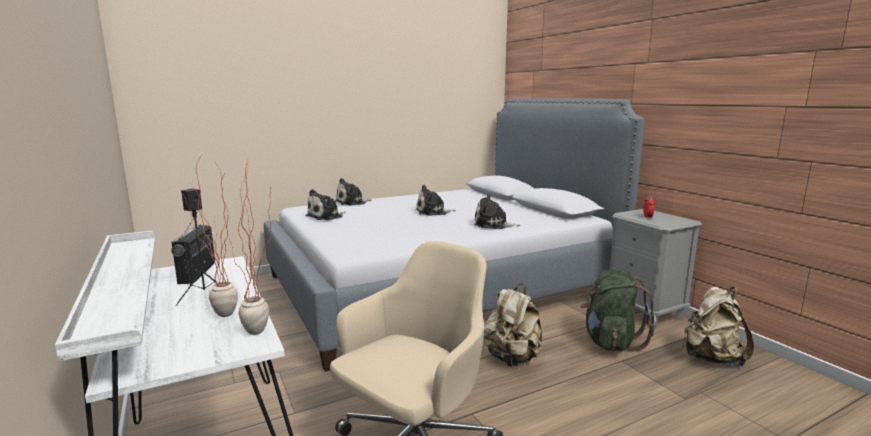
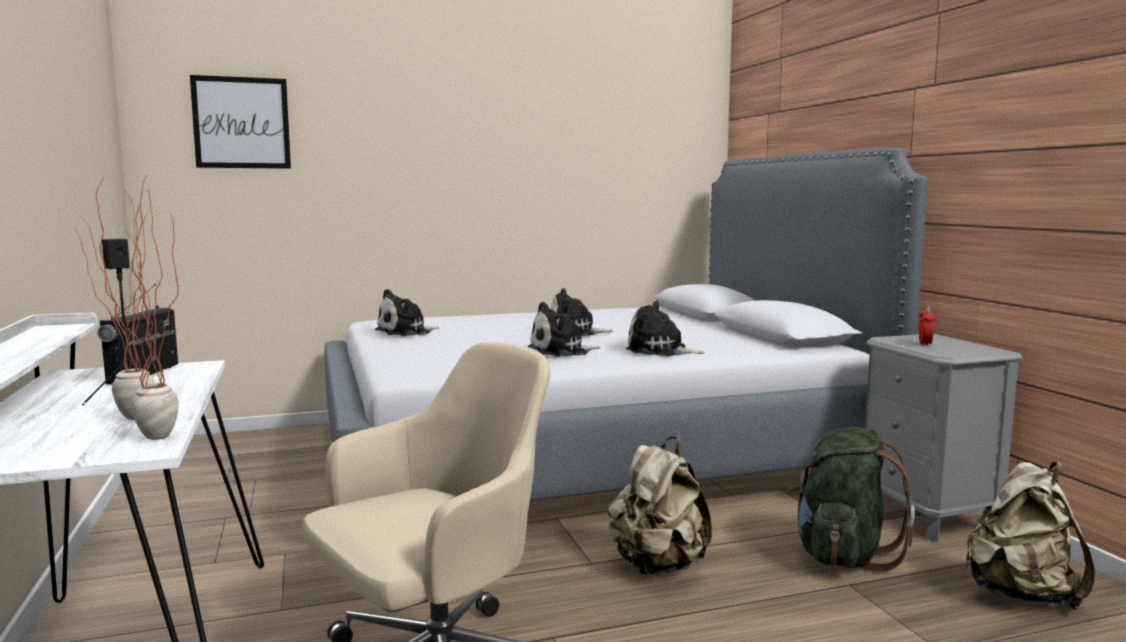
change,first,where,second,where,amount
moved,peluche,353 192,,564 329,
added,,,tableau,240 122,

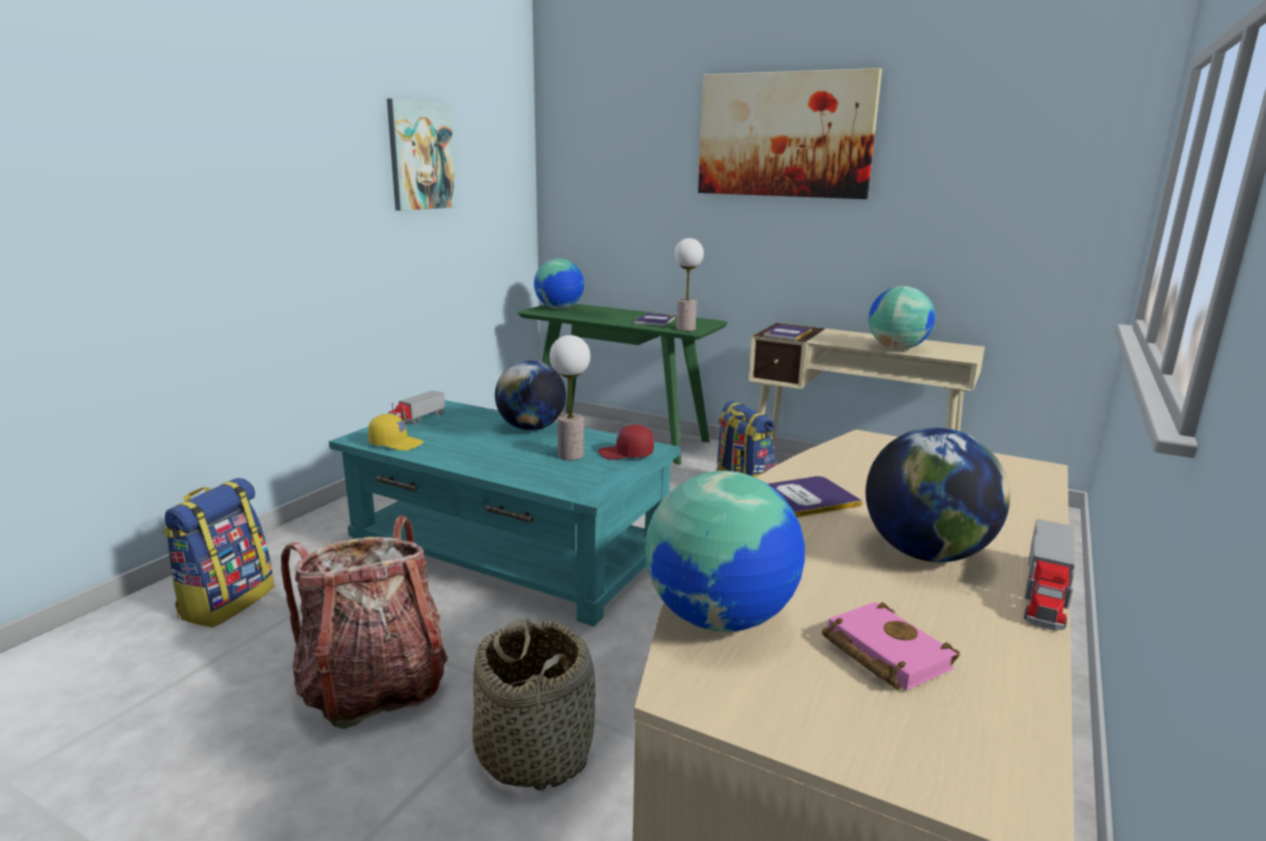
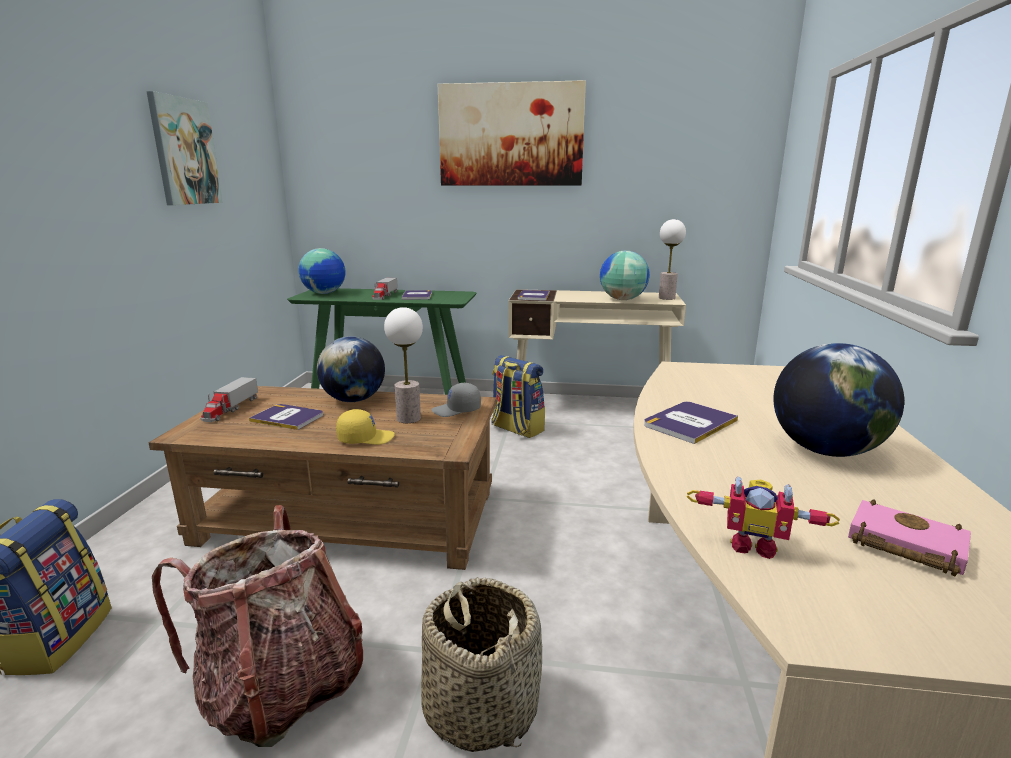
change,first,where,second,where,amount
recoloured,table basse/turquoise,505 513,table basse/marron,323 478,
moved,casquette/jaune,396 432,,365 427,
recoloured,casquette/rouge,626 442,casquette/gris,456 400,
replaced,globe,725 551,robot jouet,763 517,
moved,lampe de table,689 284,,672 259,
moved,camion jouet,1049 575,,385 289,
added,,,livre,286 417,

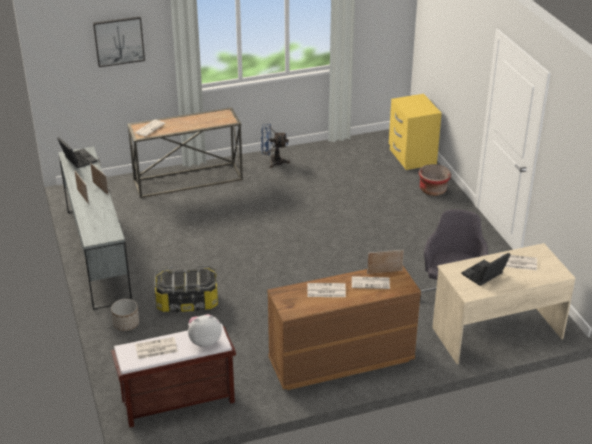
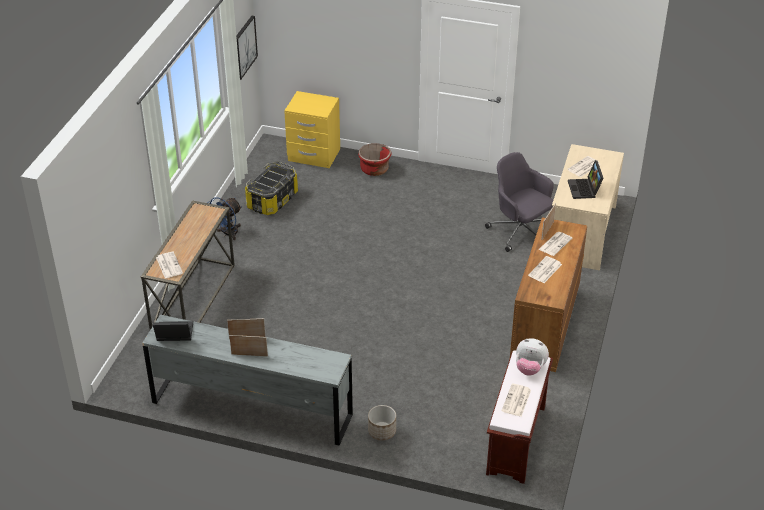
change,first,where,second,where,amount
moved,tableau,119 41,,247 48,
moved,boîte de rangement,186 288,,271 188,
turned,peluche,205 330,,532 357,90 degrees counterclockwise

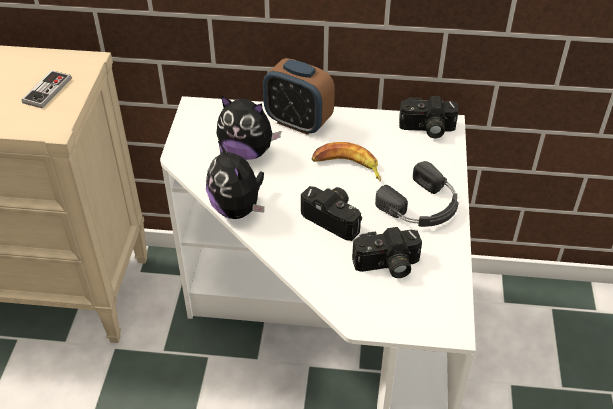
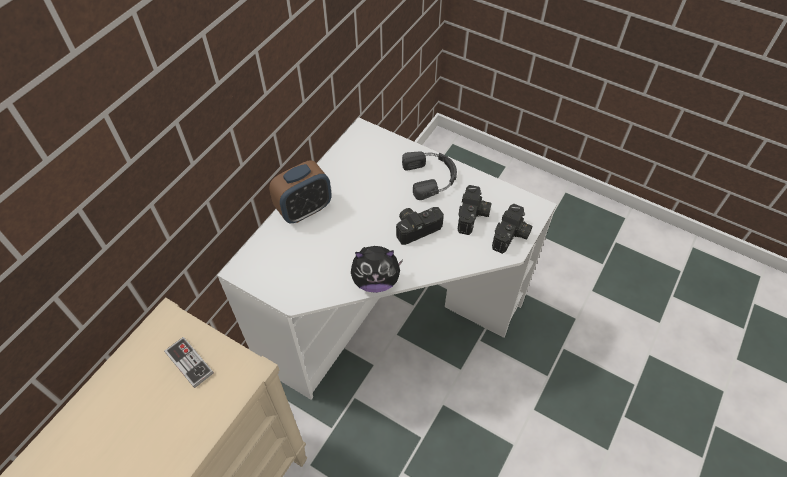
change,first,where,second,where,amount
removed,peluche,248 127,,,
removed,banane,346 161,,,
moved,appareil photo,428 117,,512 228,

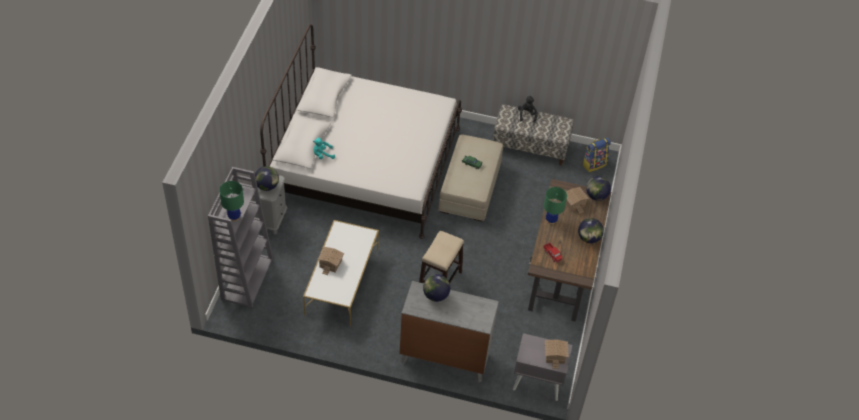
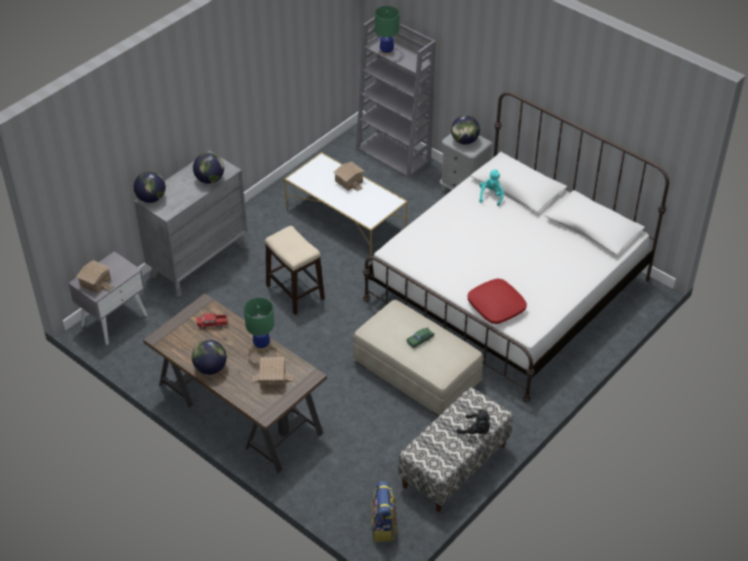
change,first,where,second,where,amount
moved,globe,598 188,,150 187,
added,,,coussin/rouge,497 301,

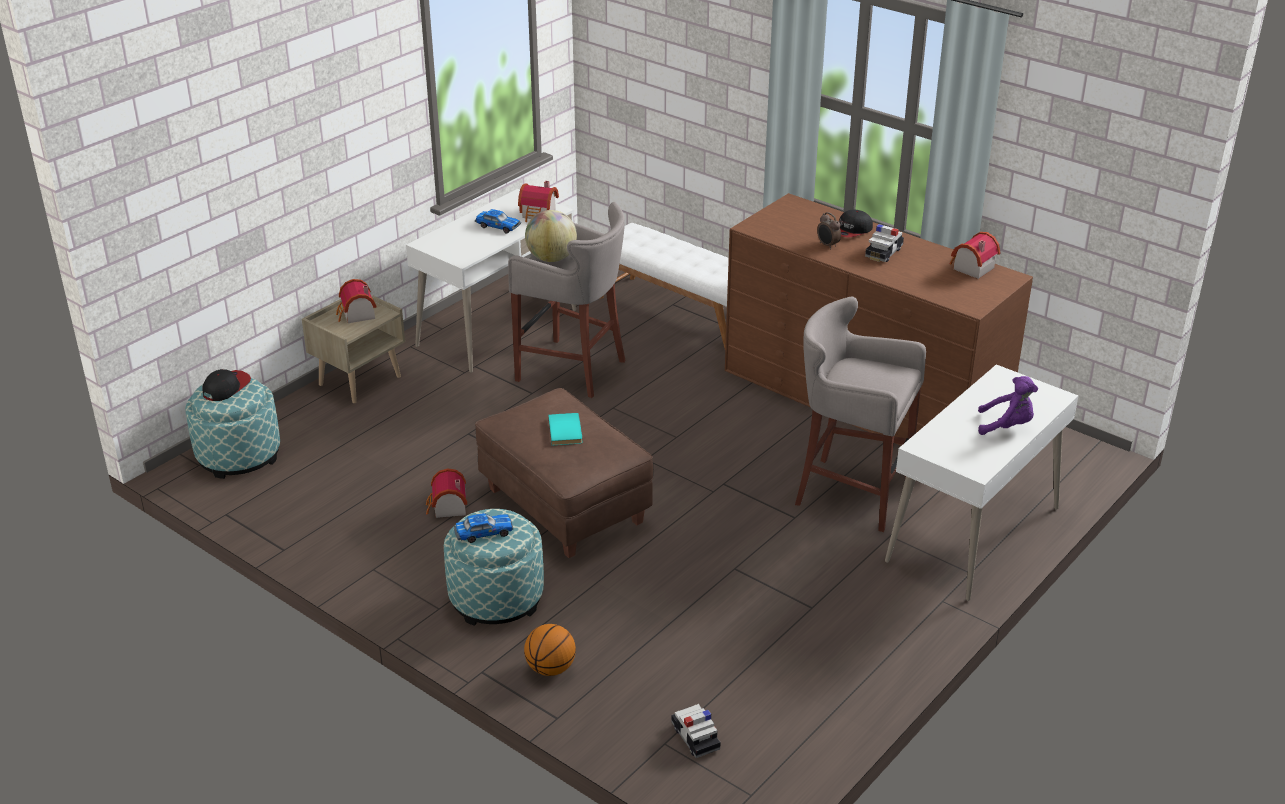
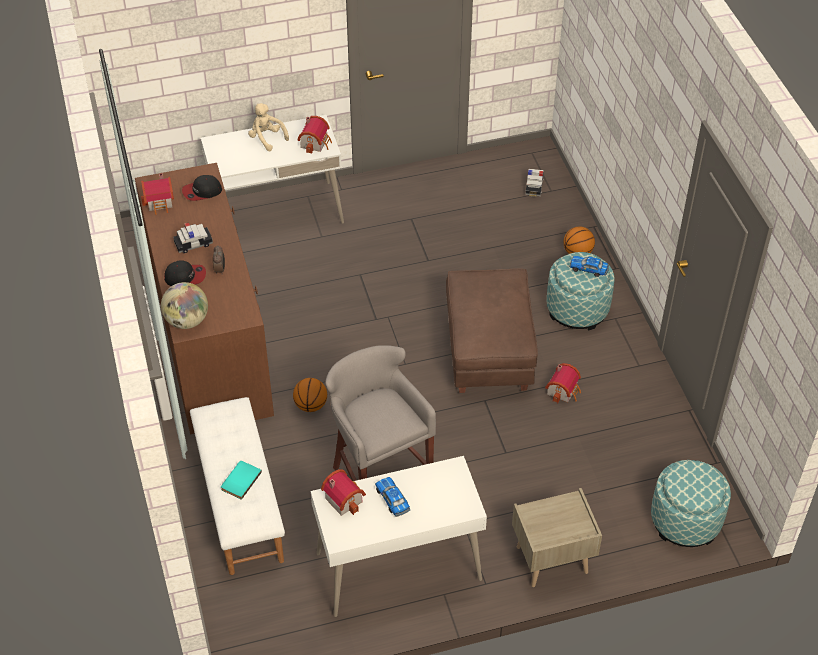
change,first,where,second,where,amount
moved,casquette,226 385,,202 188,
moved,maison miniature,356 301,,314 135,
moved,globe,551 236,,184 305,
moved,livre/turquoise,565 429,,241 480,
removed,tabouret/gris,860 414,,,
recoloured,peluche/violet,1008 405,peluche/beige,268 127,
added,,,ballon de basket,310 395,

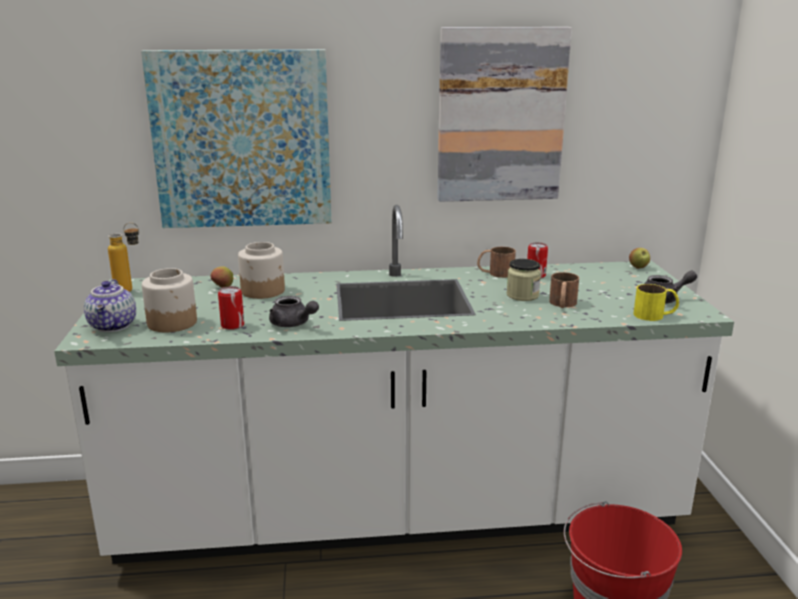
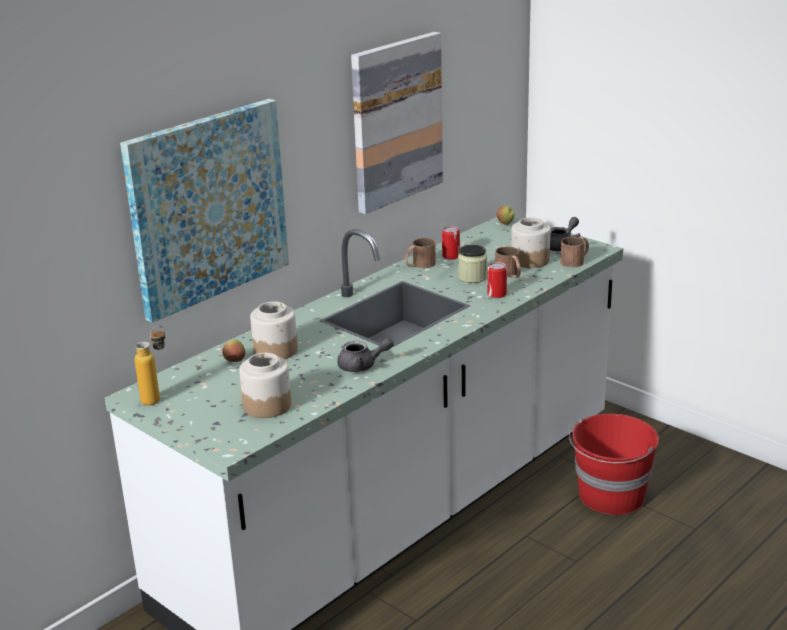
change,first,where,second,where,amount
removed,théière,110 305,,,
moved,boîte métallique,231 308,,497 280,
recoloured,mug/jaune,656 302,mug/marron,574 252,
added,,,bocal,530 242,

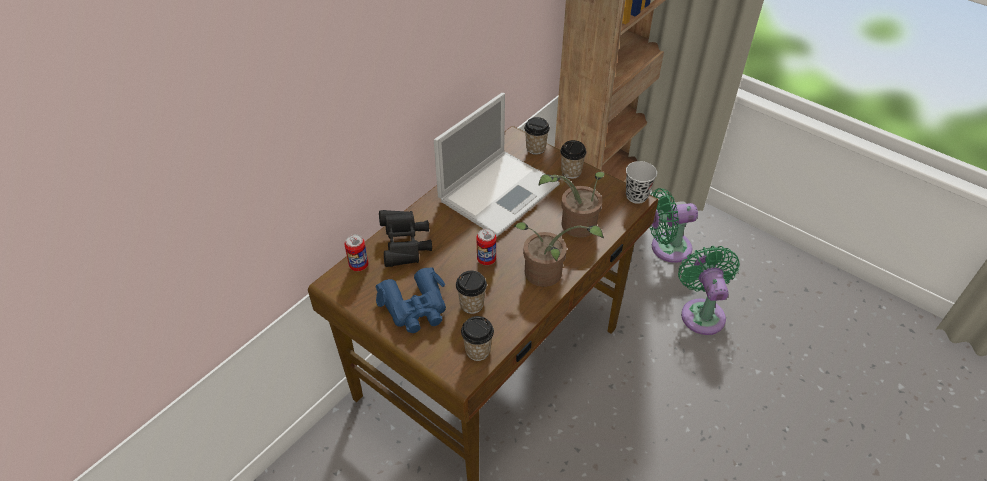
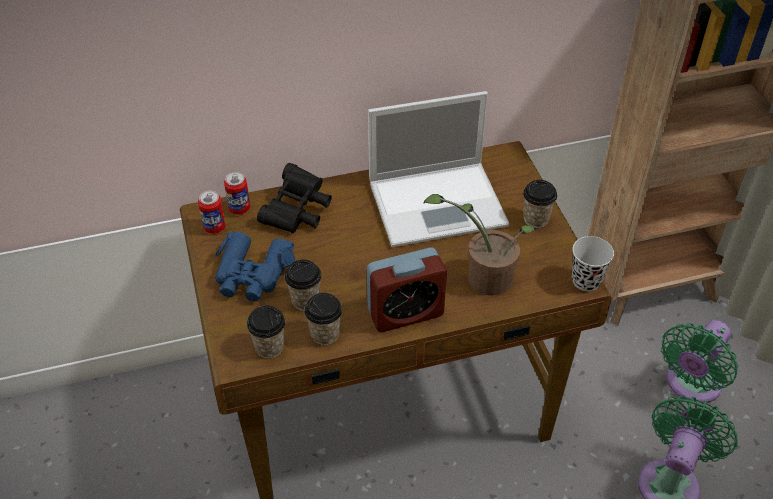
change,first,where,second,where,amount
moved,boîte métallique,486 246,,212 212,
replaced,plante en pot,559 254,réveil,407 290,
moved,tasse,537 136,,323 319,
turned,ventilateur/vert,673 225,,699 362,75 degrees counterclockwise

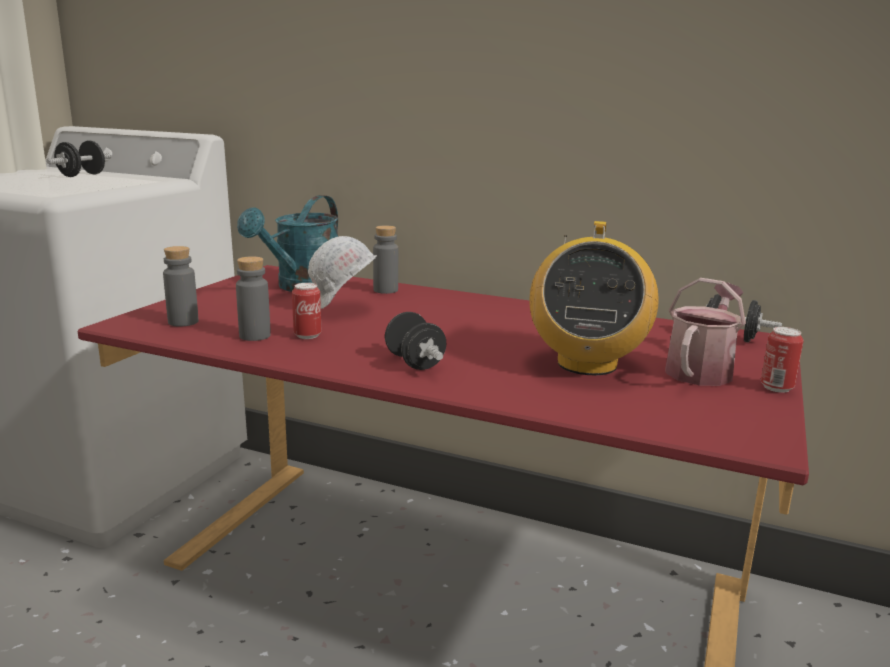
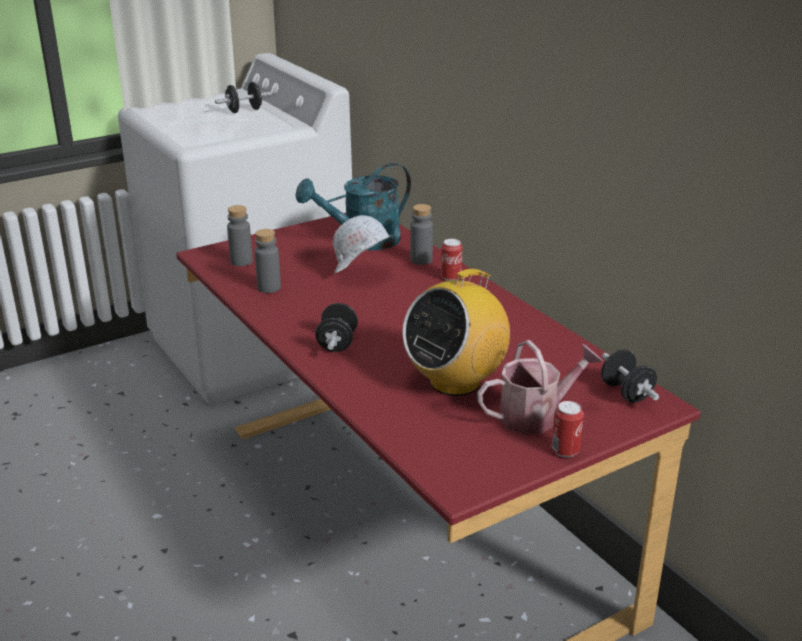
change,first,where,second,where,amount
moved,boîte métallique,306 311,,451 260,

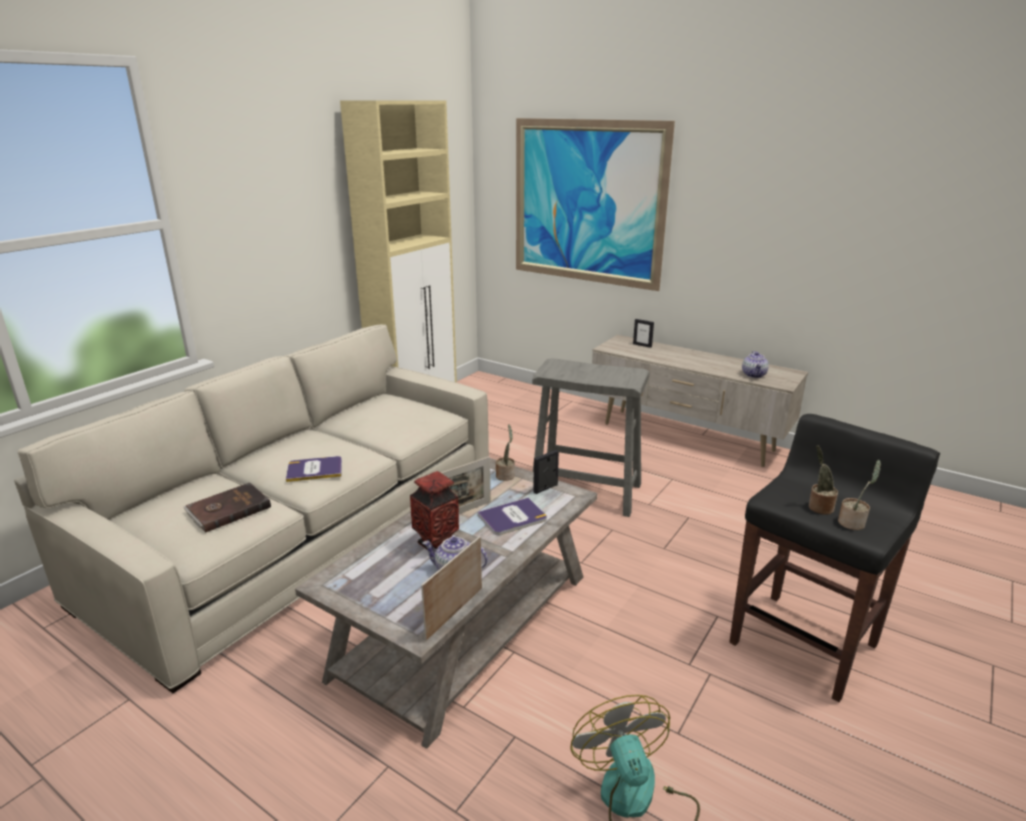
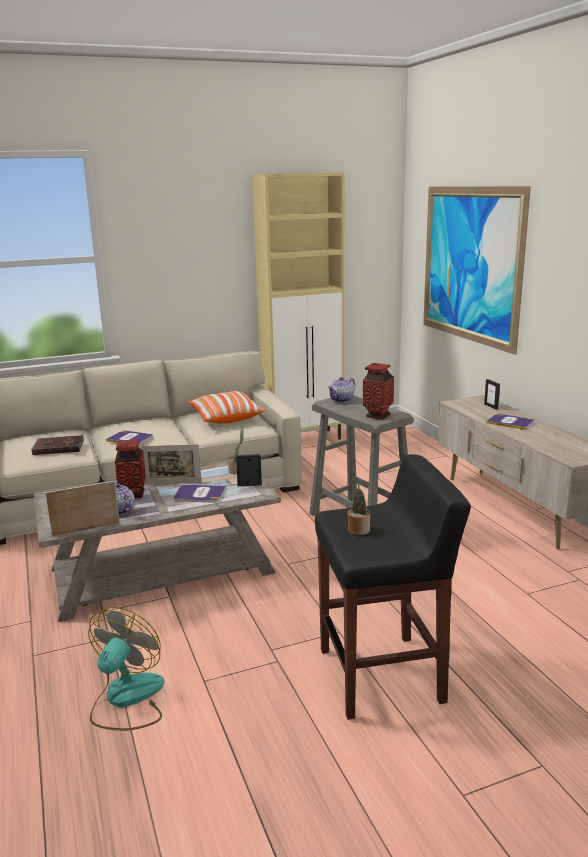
change,first,where,second,where,amount
moved,théière,755 364,,341 389,
removed,plante en pot,859 495,,,
added,,,coussin,226 407,
added,,,vase,378 391,
added,,,livre,510 422,

